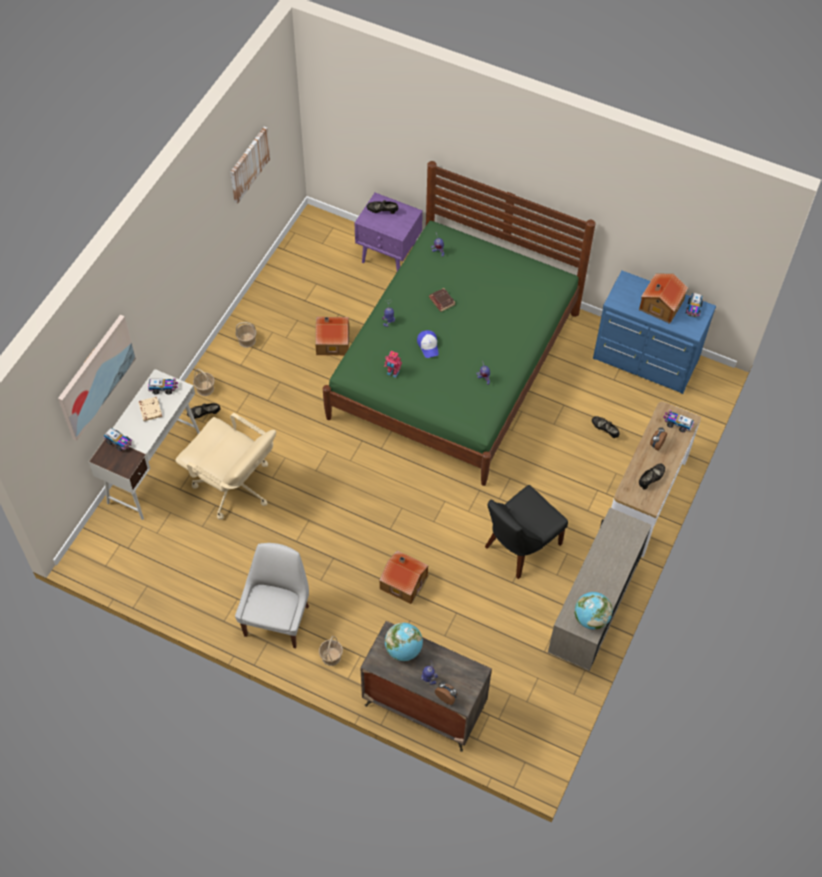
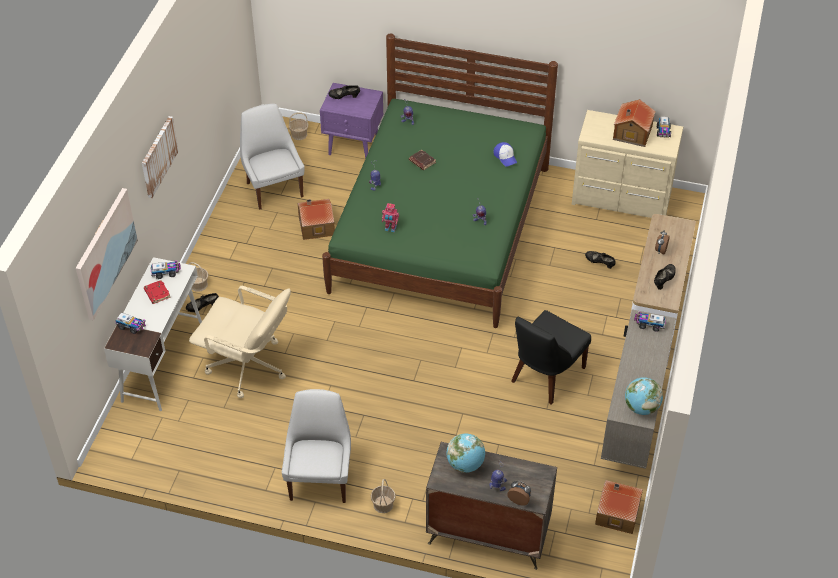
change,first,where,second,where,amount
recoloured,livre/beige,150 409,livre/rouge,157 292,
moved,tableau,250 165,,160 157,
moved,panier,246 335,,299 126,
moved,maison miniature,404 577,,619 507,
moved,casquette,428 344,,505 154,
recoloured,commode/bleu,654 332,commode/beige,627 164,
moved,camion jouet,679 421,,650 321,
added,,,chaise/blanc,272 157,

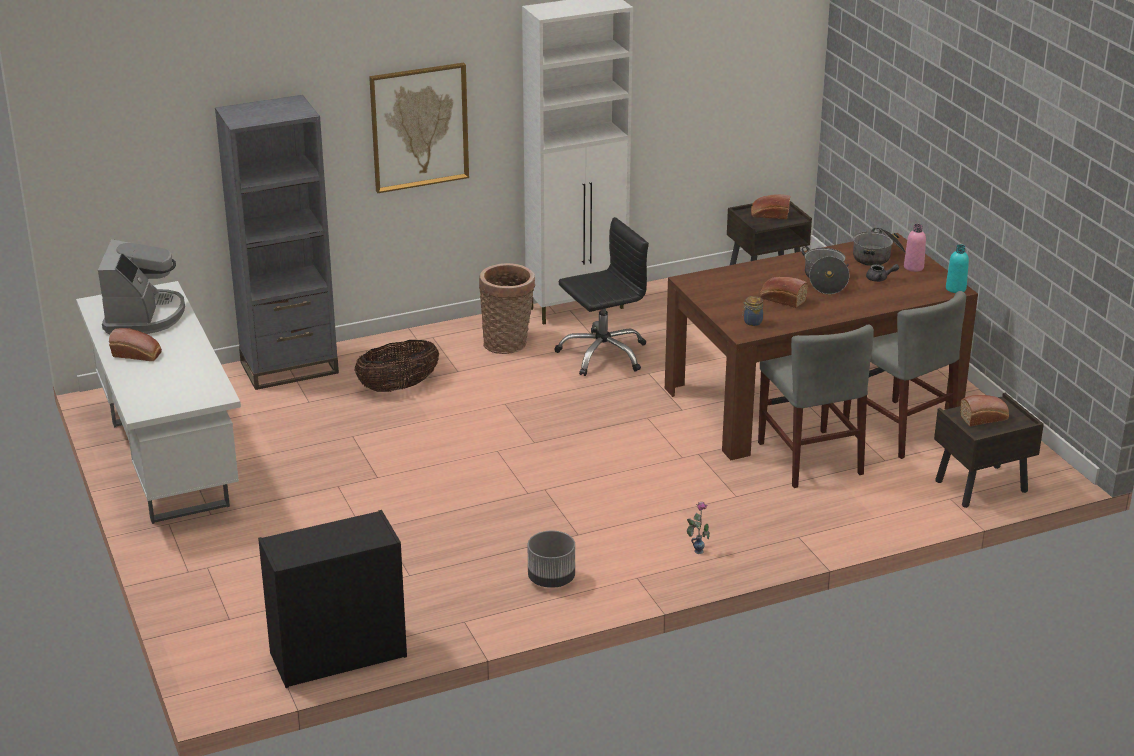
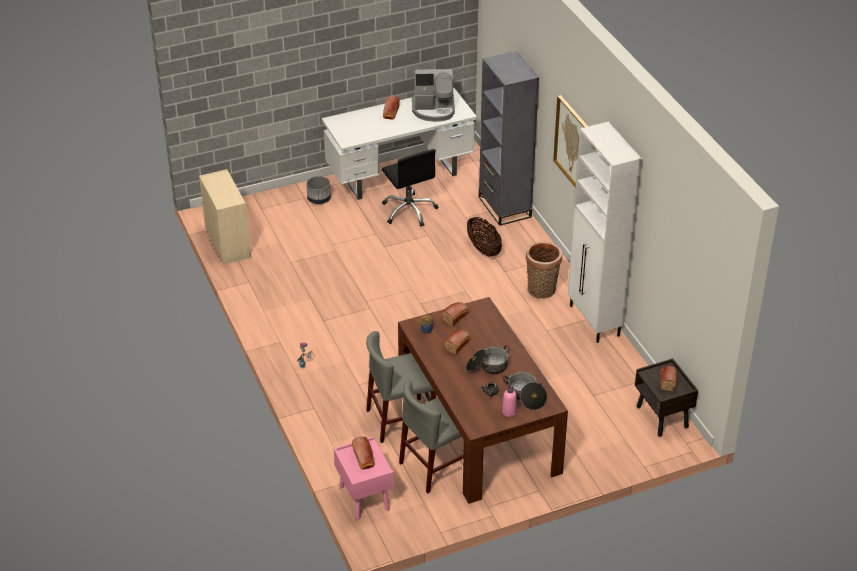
change,first,where,second,where,amount
recoloured,commode/noir,332 599,commode/beige,225 217,
moved,cache-pot/gris,551 559,,318 190,
moved,chaise de bureau/noir,601 296,,410 188,
recoloured,table de chevet/marron,989 450,table de chevet/rose,364 478,
removed,bouteille/turquoise,957 268,,,
added,,,pain,455 314,

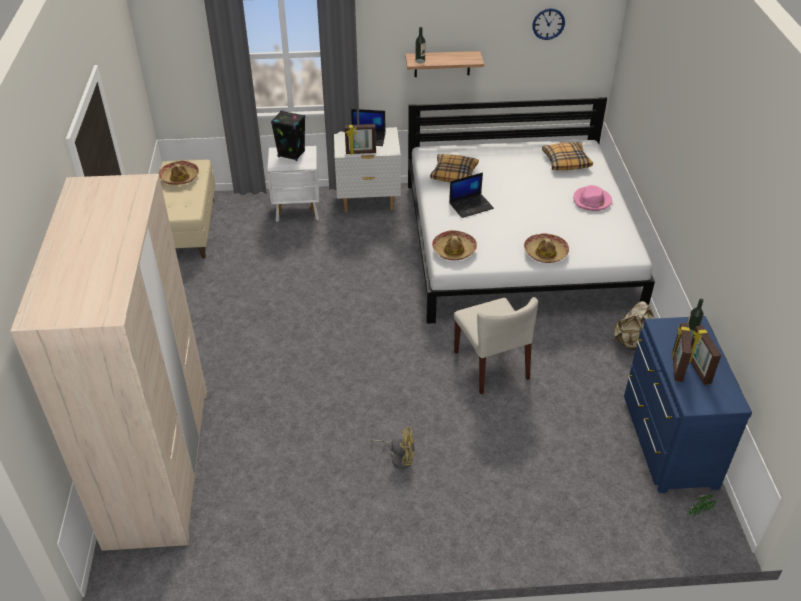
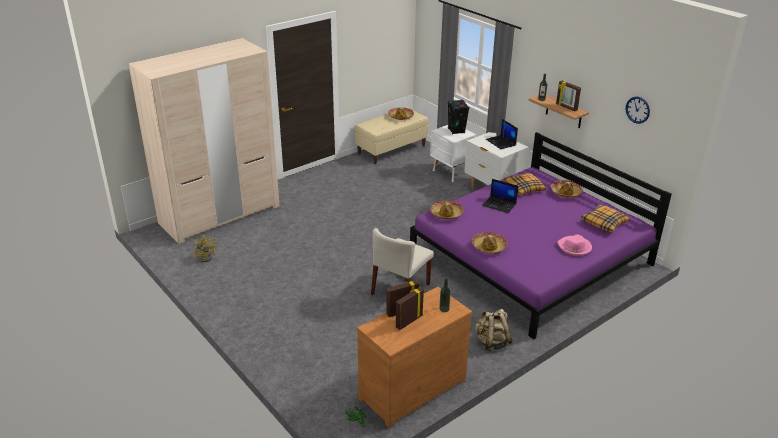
change,first,where,second,where,amount
moved,cadre photo,360 139,,568 96,
moved,ventilateur/jaune,392 447,,205 248,
recoloured,lit/blanc,531 210,lit/violet,541 235,
recoloured,commode/bleu,688 404,commode/marron,414 357,
added,,,chapeau,567 189,

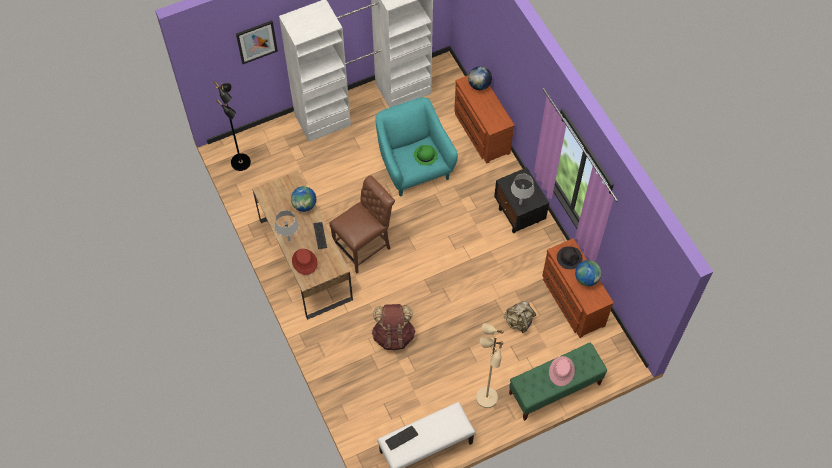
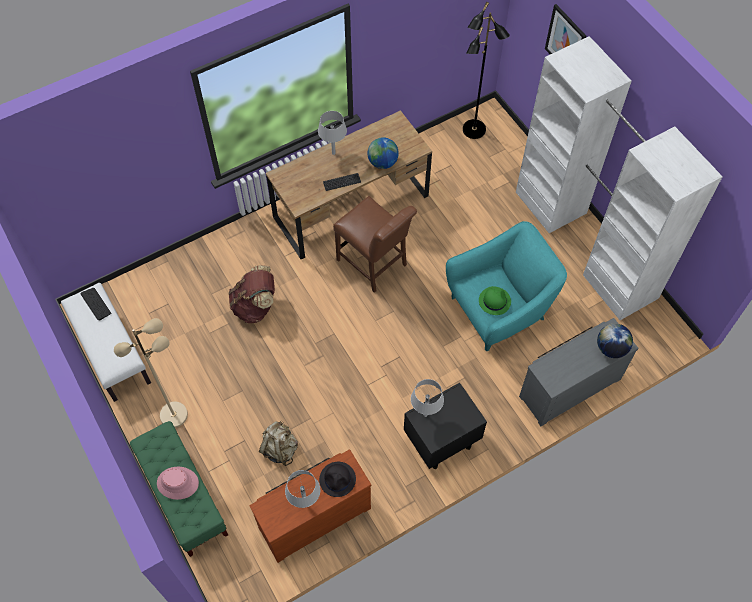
change,first,where,second,where,amount
removed,chapeau/rouge,304 262,,,
recoloured,commode/marron,484 119,commode/gris,578 372,
replaced,globe,588 273,lampe de table/gris,302 489,

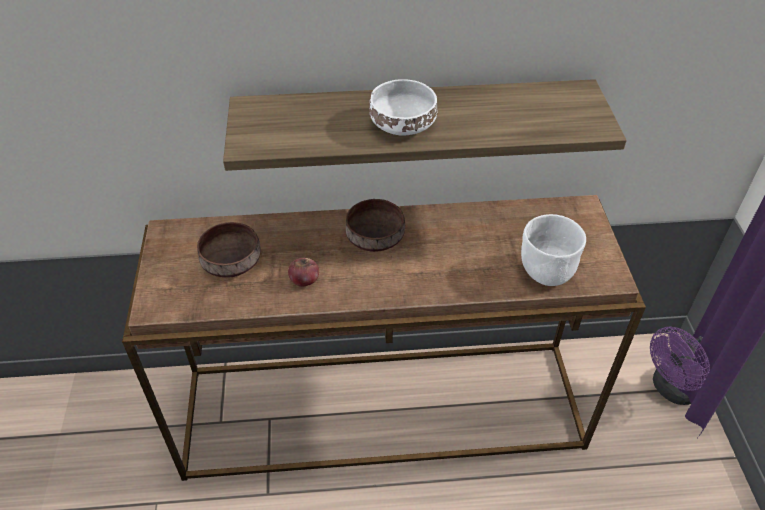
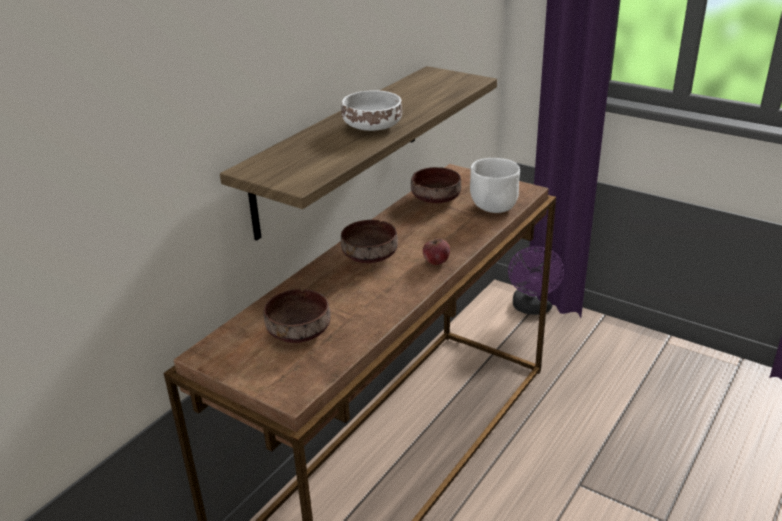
change,first,where,second,where,amount
moved,pomme,303 272,,436 251,
added,,,bol/marron,436 185,

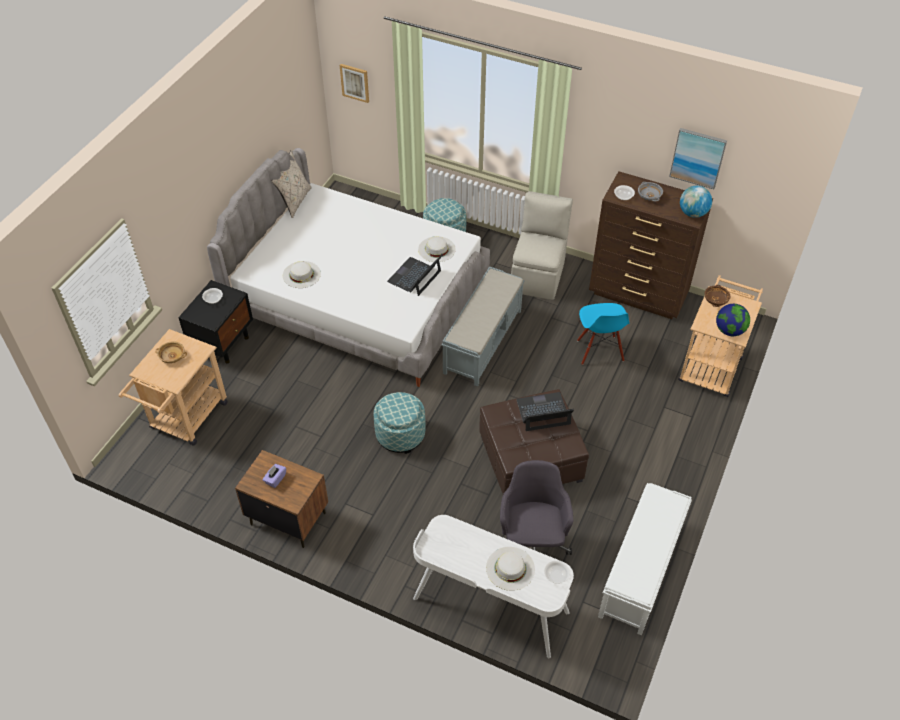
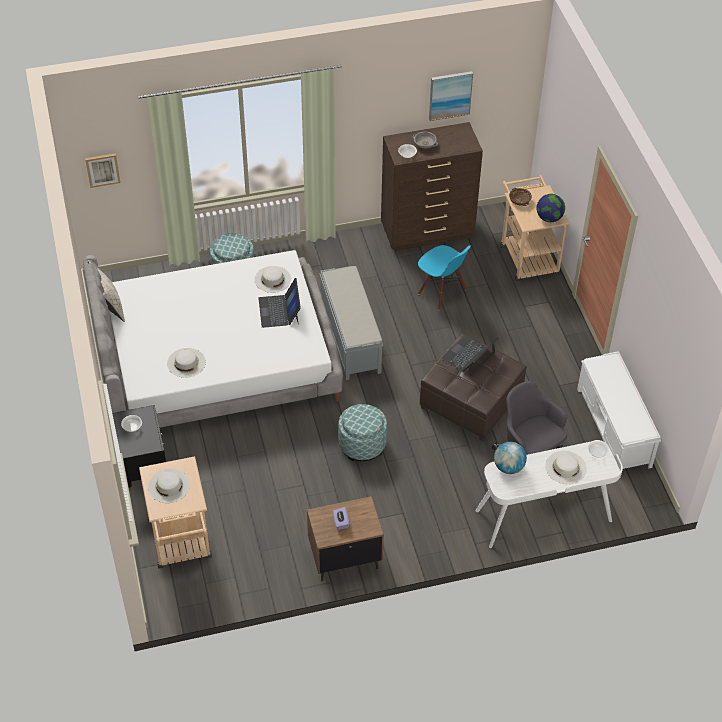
change,first,where,second,where,amount
replaced,bol/beige,171 352,chapeau/blanc,169 486,
removed,chaise/beige,542 245,,,
moved,globe,696 202,,510 458,

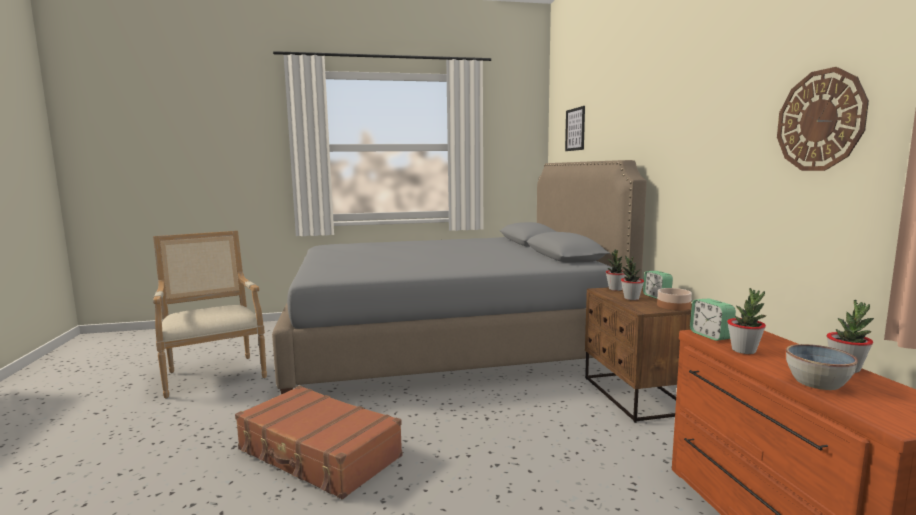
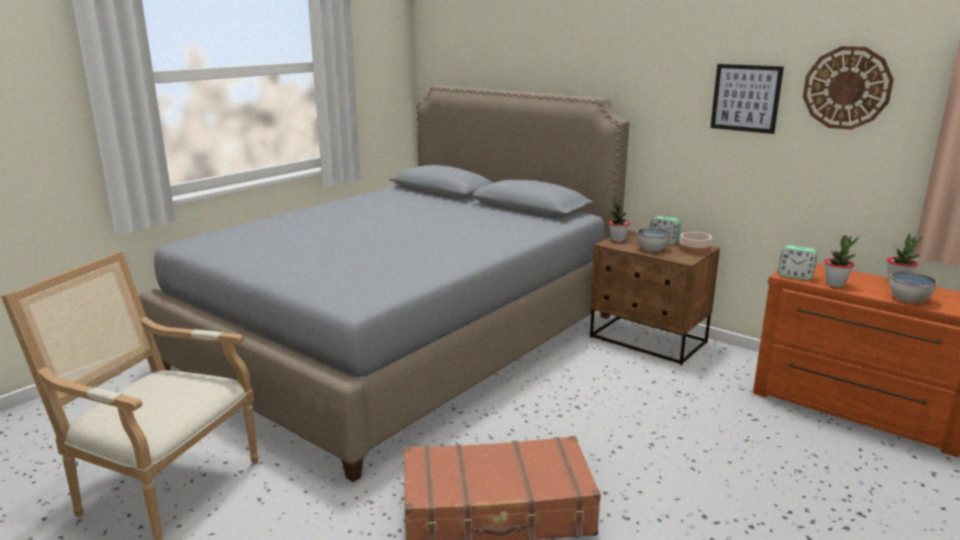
change,first,where,second,where,amount
moved,tableau,575 128,,747 99,
replaced,plante en pot,632 277,bol,654 240,

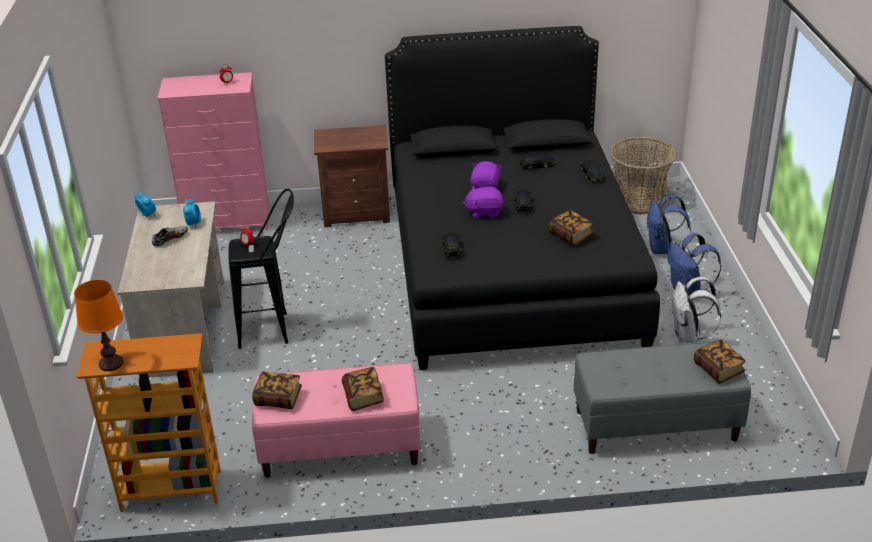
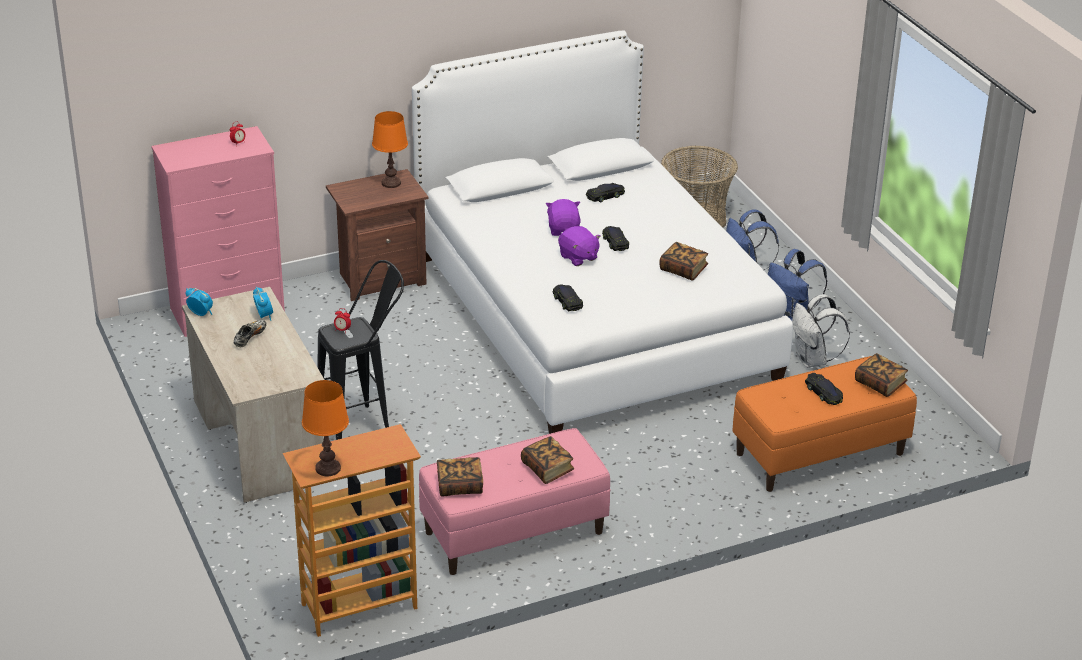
change,first,where,second,where,amount
recoloured,lit/noir,522 198,lit/blanc,602 232,
turned,peluche/violet,483 202,,579 246,105 degrees counterclockwise
recoloured,banc/gris,662 397,banc/orange,824 424,
moved,petite voiture/noir,592 171,,824 389,
added,,,lampe de table/orange,390 149,

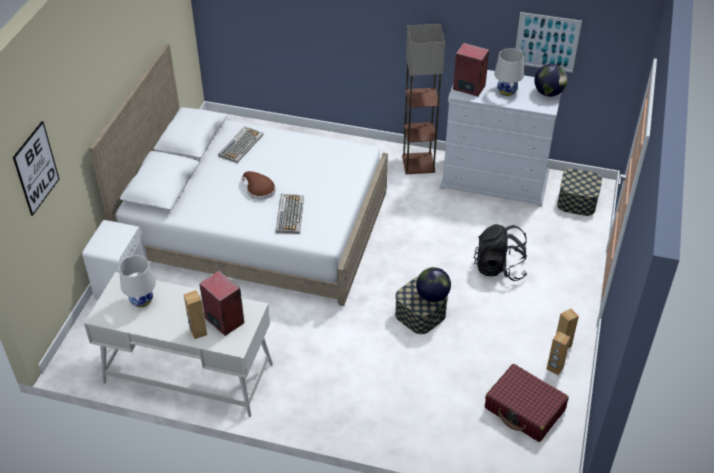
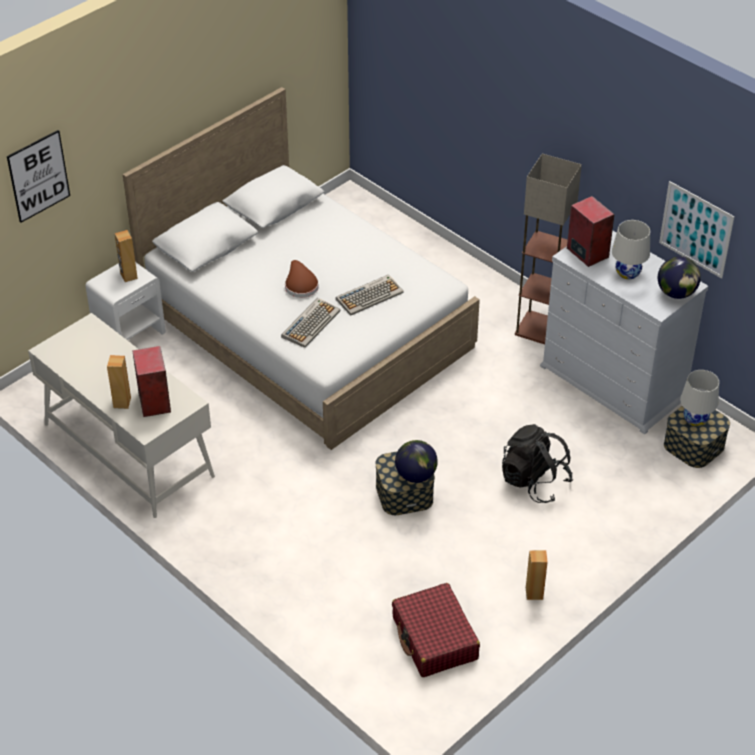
change,first,where,second,where,amount
moved,lampe de table/blanc,137 281,,699 398,
moved,clavier,240 144,,370 295,
moved,enceinte/marron,558 353,,126 256,

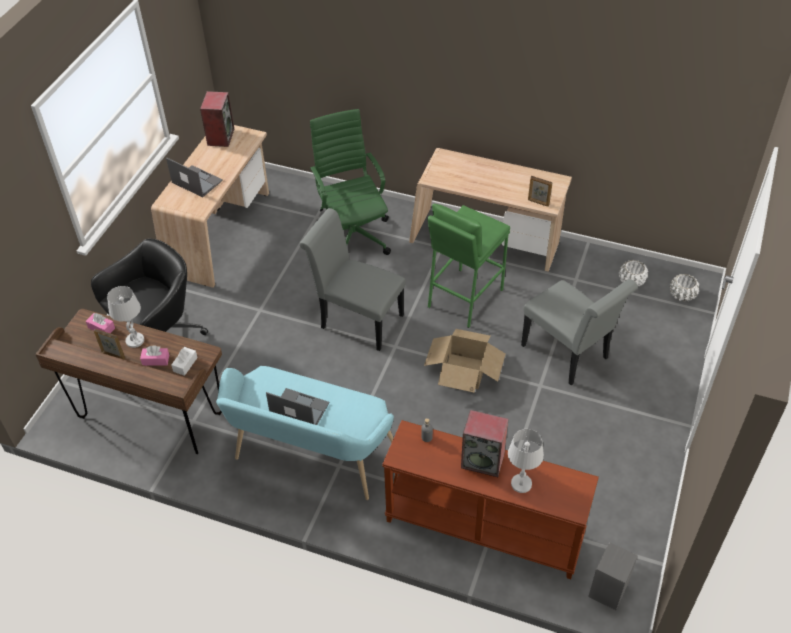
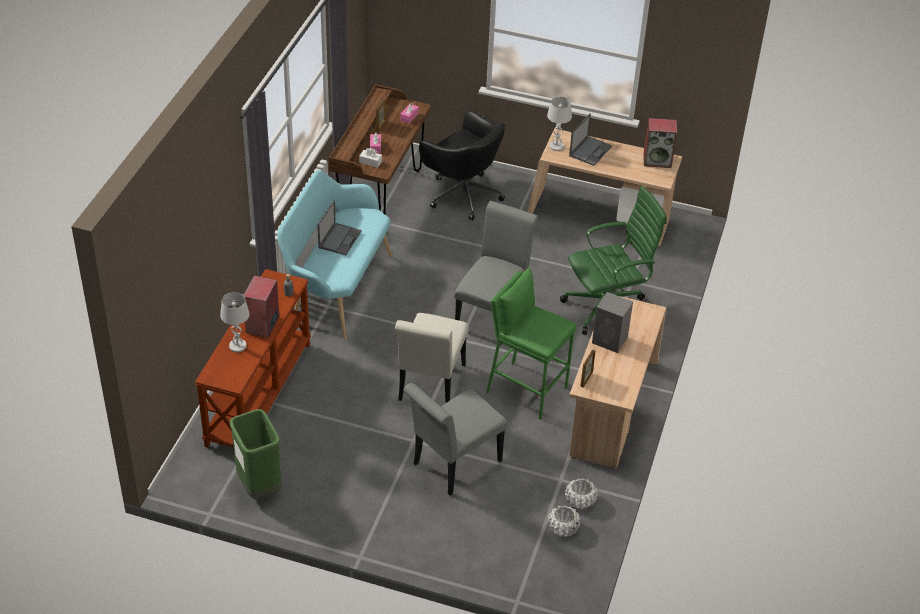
change,first,where,second,where,amount
moved,lampe de table/blanc,125 317,,559 124,
replaced,carton,465 361,chaise/blanc,432 358,
moved,enceinte/gris,613 576,,612 322,
moved,cache-pot/blanc,684 288,,581 493,
added,,,poubelle/vert,256 454,

